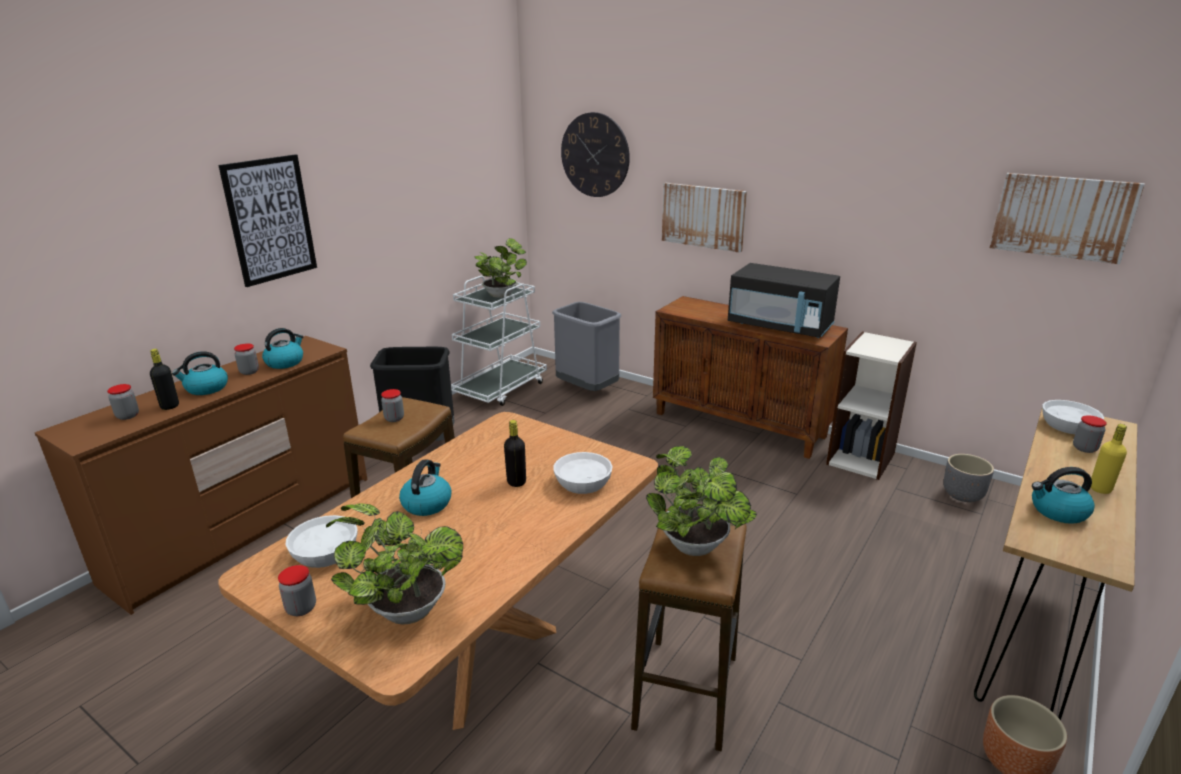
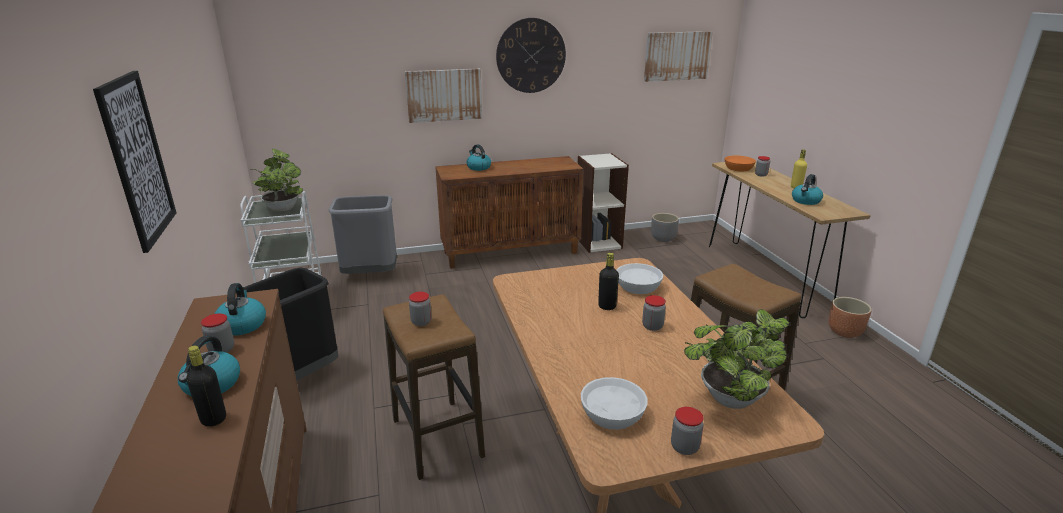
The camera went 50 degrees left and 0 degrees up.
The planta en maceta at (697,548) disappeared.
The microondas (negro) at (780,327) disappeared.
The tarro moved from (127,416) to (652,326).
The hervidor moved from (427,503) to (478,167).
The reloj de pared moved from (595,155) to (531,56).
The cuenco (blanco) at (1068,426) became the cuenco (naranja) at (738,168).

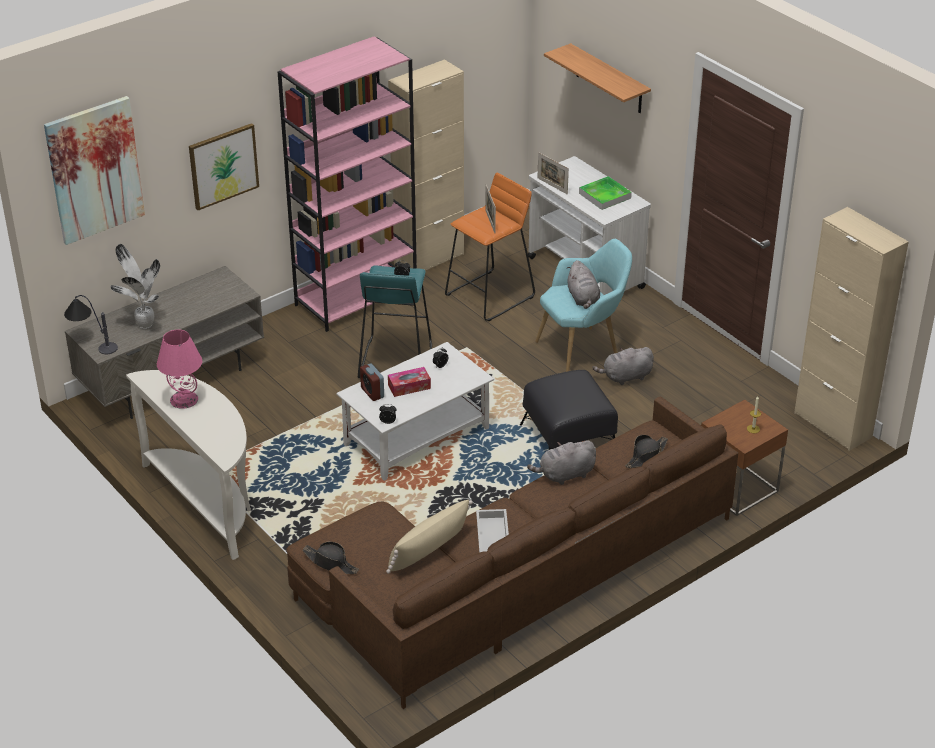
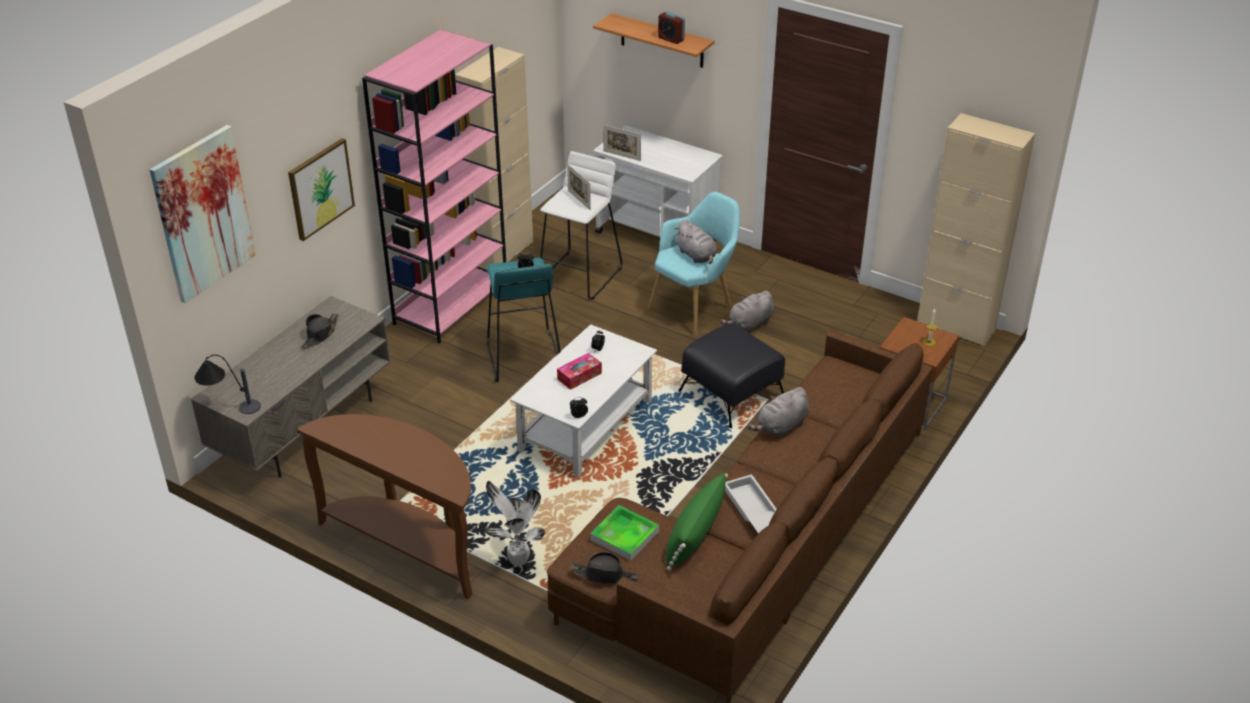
The camera went 20 degrees left and 0 degrees up.
The lámpara de mesa (rosa) at (184,399) disappeared.
The planta en maceta moved from (144,324) to (517,561).
The despertador moved from (372,392) to (671,39).
The bandeja moved from (604,196) to (624,536).
The sombrero (negro) moved from (646,456) to (320,334).
The mesa consola (blanco) at (207,502) became the mesa consola (marrón) at (408,545).
The cojín (beis) at (428,550) became the cojín (verde) at (694,536).
The taburete (naranja) at (490,296) became the taburete (blanco) at (580,275).

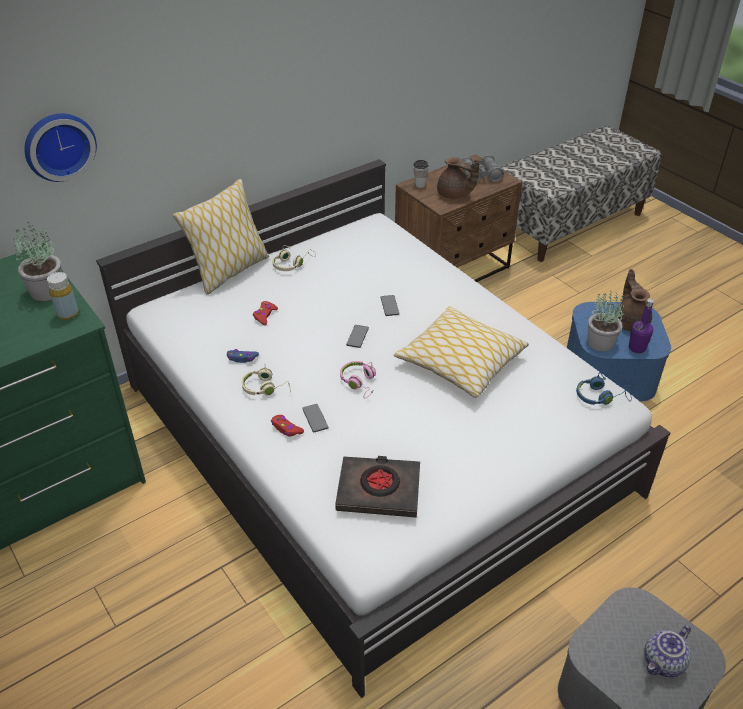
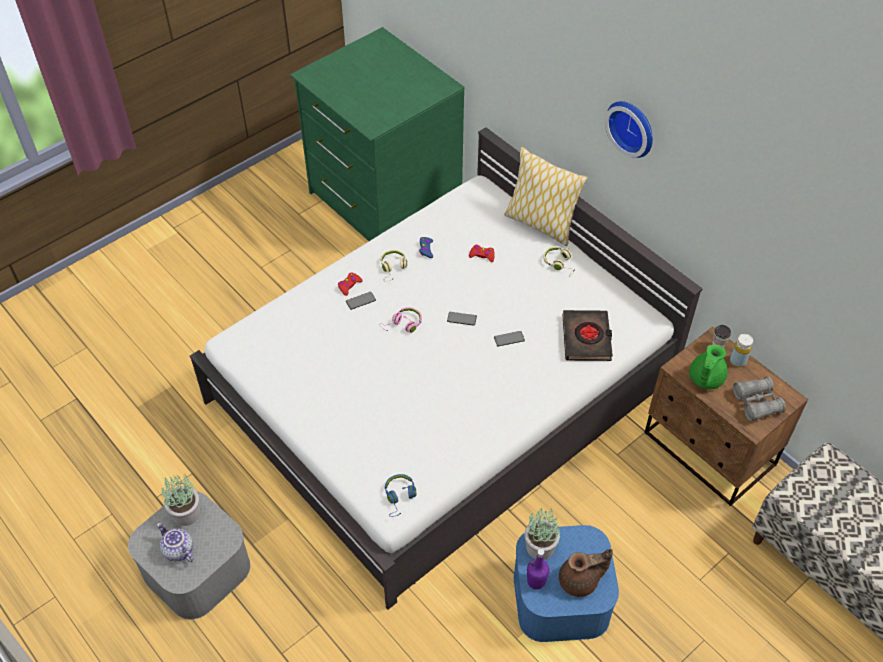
The camera went 85 degrees right and 10 degrees up.
The cojín at (460,362) disappeared.
The planta en maceta moved from (46,290) to (186,512).
The reloj de pared moved from (58,145) to (633,127).
The botella (amarillo) moved from (68,314) to (737,361).
The libro (negro) moved from (379,490) to (587,338).
The tetera (marrón) at (454,195) became the tetera (verde) at (705,379).

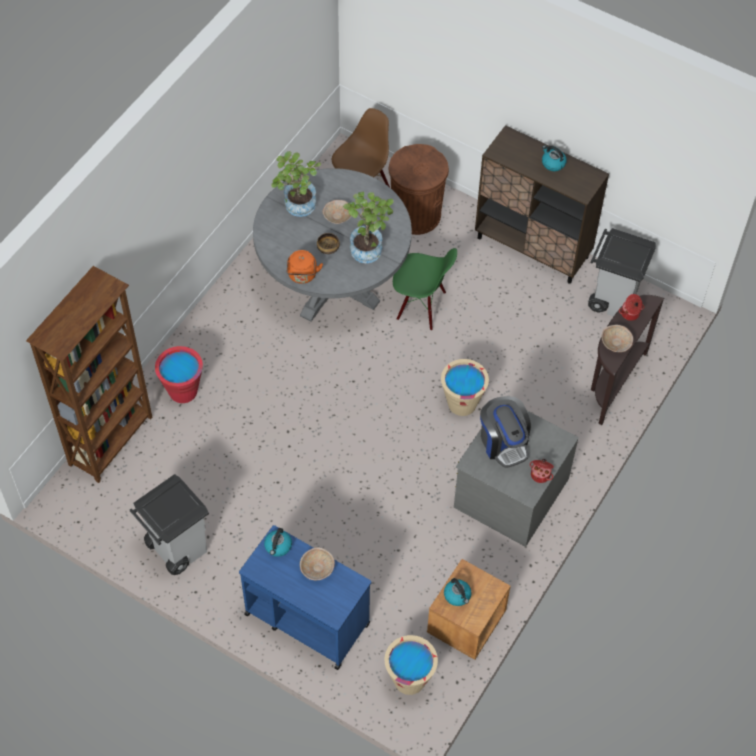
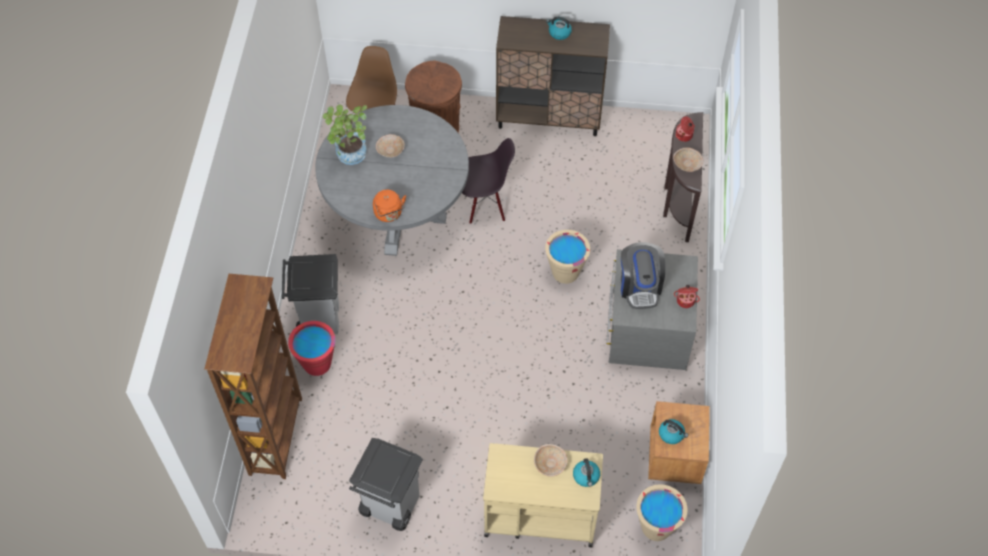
The camera went 25 degrees left and 0 degrees up.
The cuenco at (328,248) disappeared.
The planta en maceta at (369,247) disappeared.
The hervidor moved from (278,546) to (586,476).
The papelera (gris) moved from (612,298) to (318,317).
The carrito (azul) at (306,618) became the carrito (beis) at (539,515).
The silla (verde) at (421,306) became the silla (negro) at (484,204).
The cafetera at (503,442) turned 45 degrees clockwise.

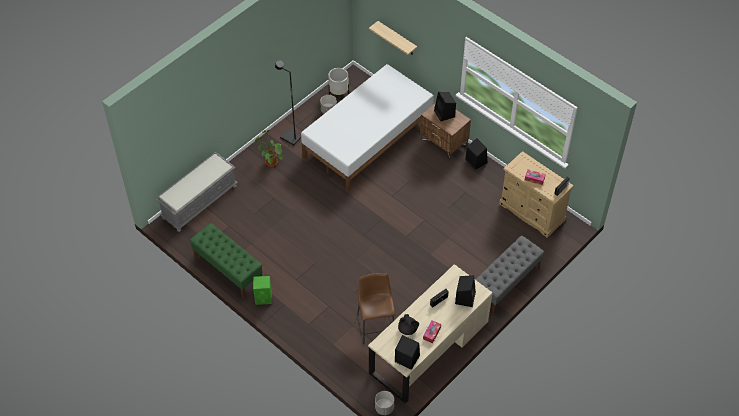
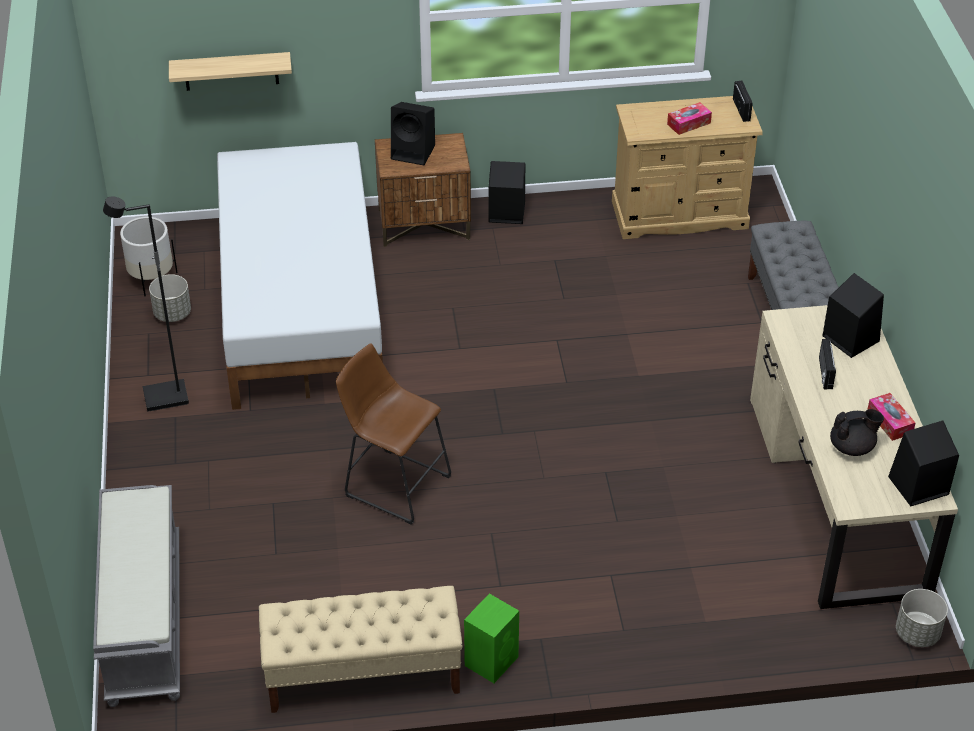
The camera went 50 degrees left and 10 degrees down.
The planta en maceta at (270,162) disappeared.
The taburete (marrón) moved from (376,325) to (393,483).
The banco (verde) at (228,269) became the banco (beis) at (362,675).

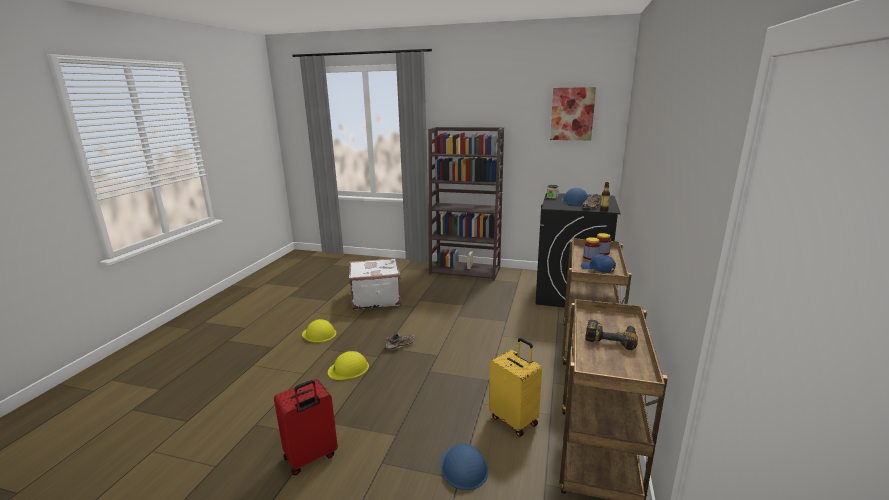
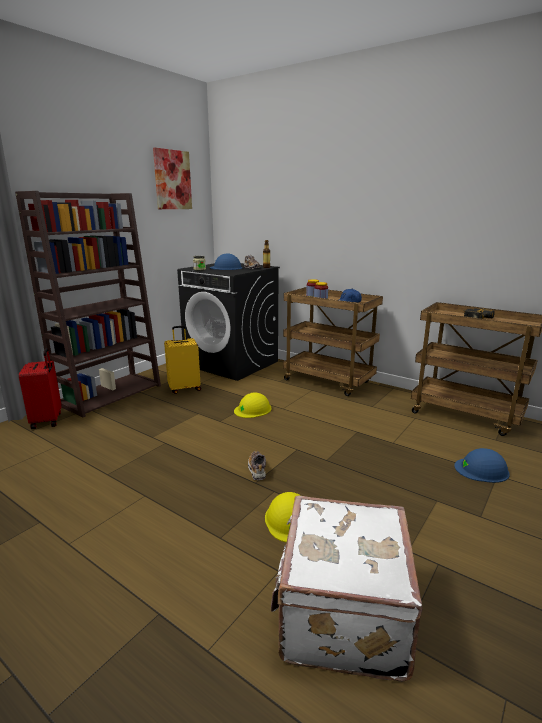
The camera went 70 degrees left and 0 degrees up.
The maleta (rojo) moved from (311,457) to (48,420).
The casco (amarillo) moved from (319,334) to (253,409).
The maleta (blanco) moved from (375,298) to (340,614).
The maleta (amarillo) moved from (514,420) to (184,388).

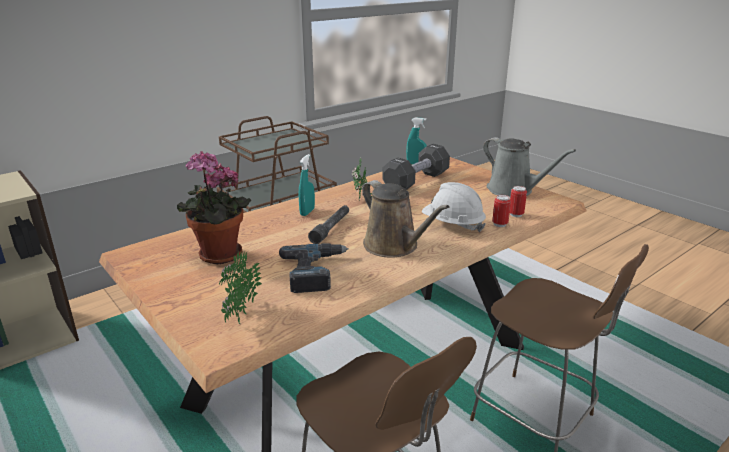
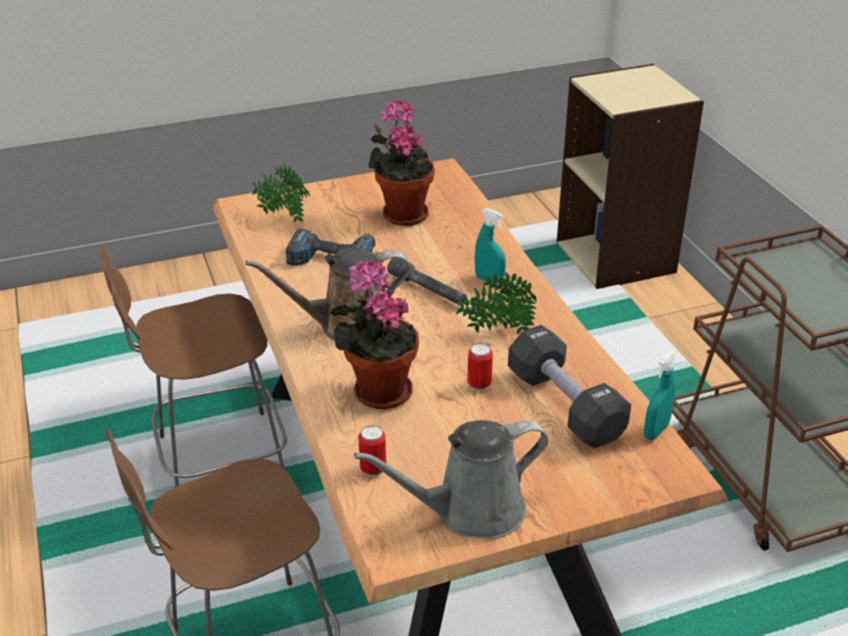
The camera went 110 degrees right and 10 degrees up.
The lata moved from (499,224) to (479,385).
The casco (blanco) at (452,225) was replaced by the planta en maceta at (377,391).

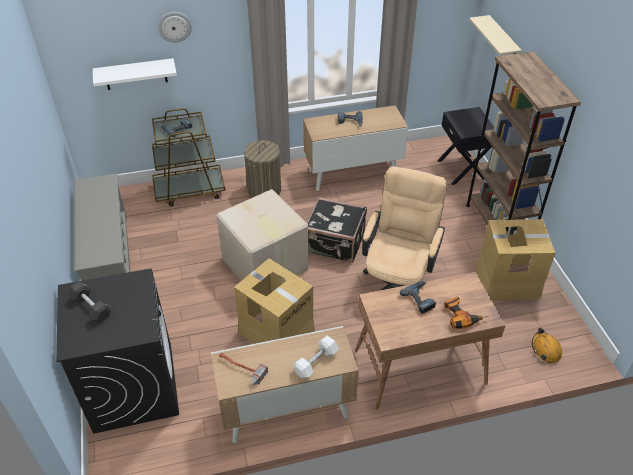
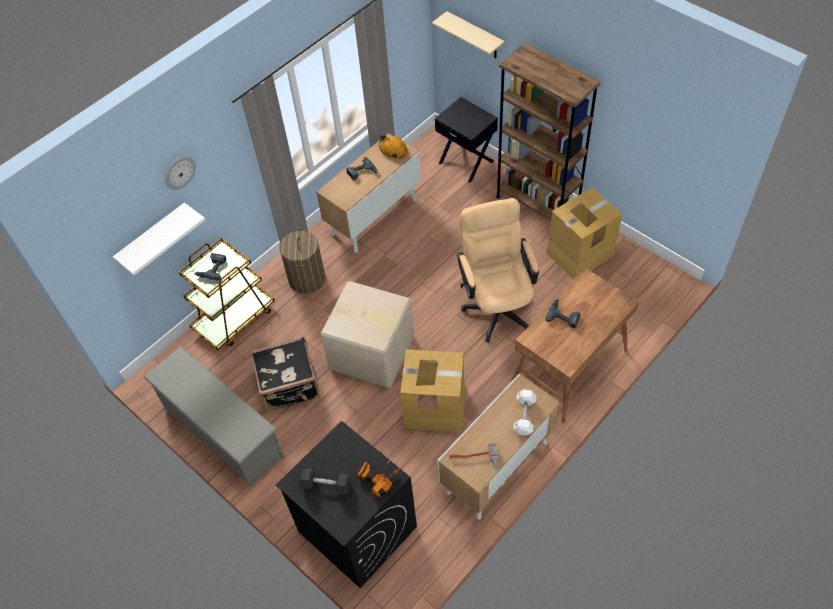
The camera went 30 degrees left and 10 degrees up.
The maleta (negro) moved from (335,244) to (289,385).
The taladro moved from (461,315) to (378,477).
The casco (naranja) moved from (545,349) to (393,149).

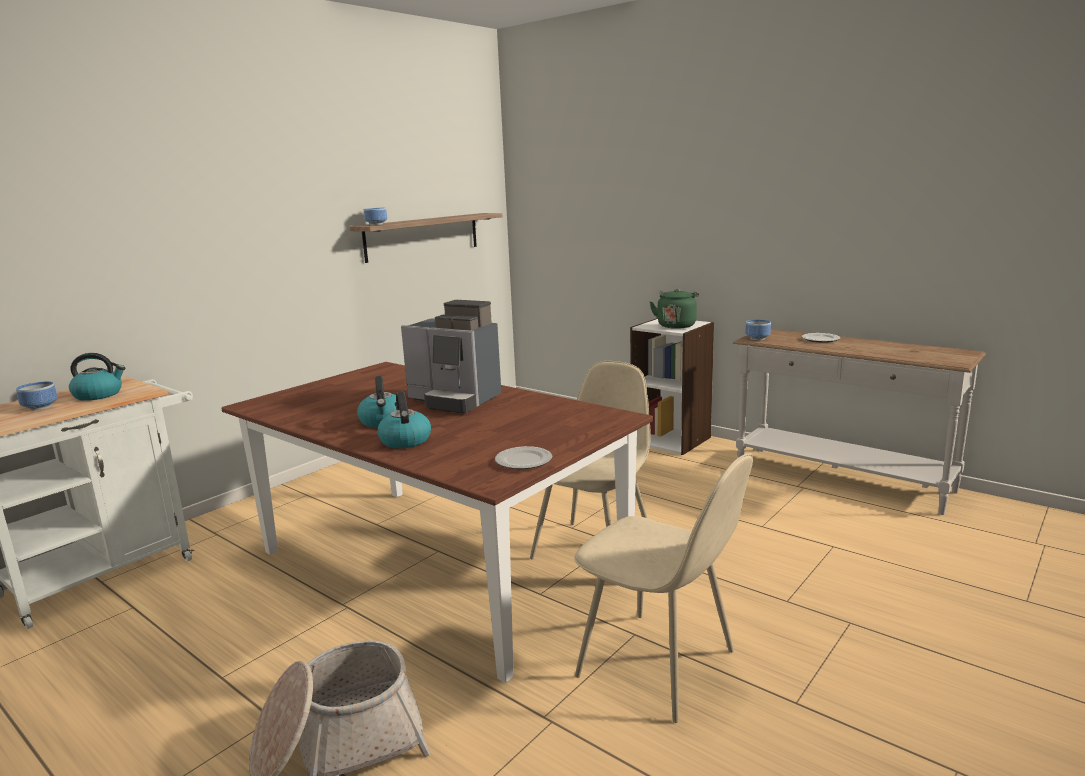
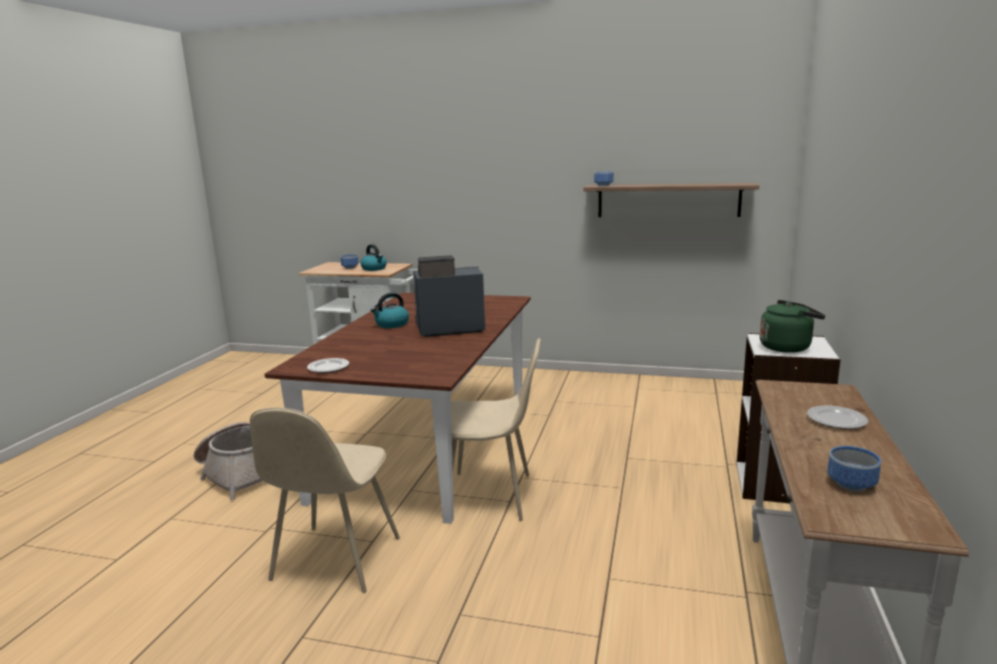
The camera went 65 degrees right and 0 degrees up.
The hervidor at (405,440) disappeared.
The cuenco moved from (757,338) to (849,485).
The cafetera at (455,400) turned 75 degrees clockwise.

